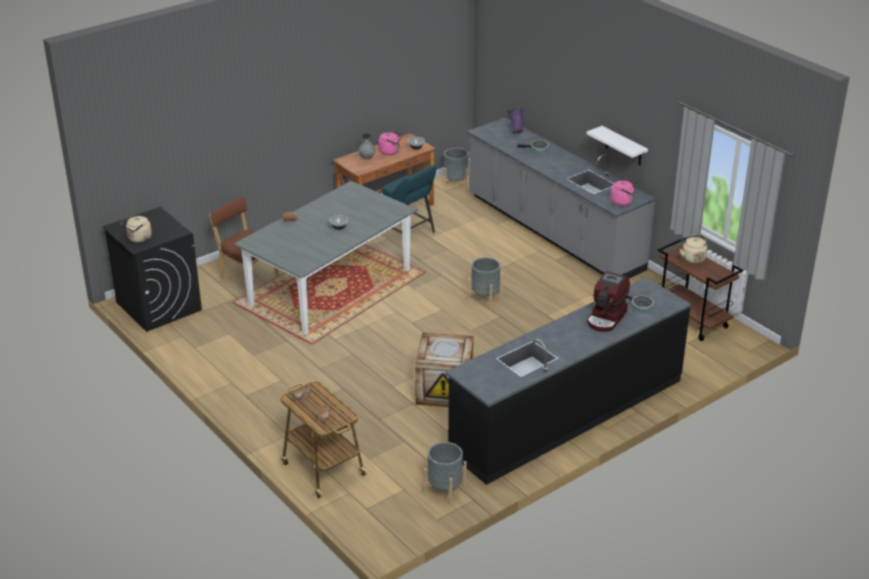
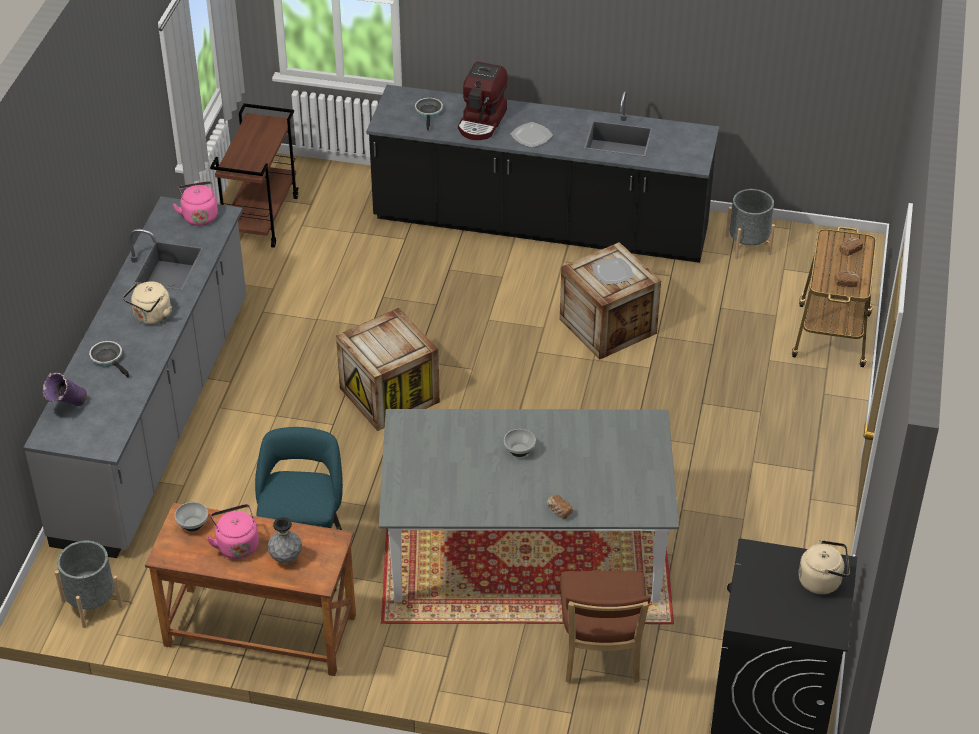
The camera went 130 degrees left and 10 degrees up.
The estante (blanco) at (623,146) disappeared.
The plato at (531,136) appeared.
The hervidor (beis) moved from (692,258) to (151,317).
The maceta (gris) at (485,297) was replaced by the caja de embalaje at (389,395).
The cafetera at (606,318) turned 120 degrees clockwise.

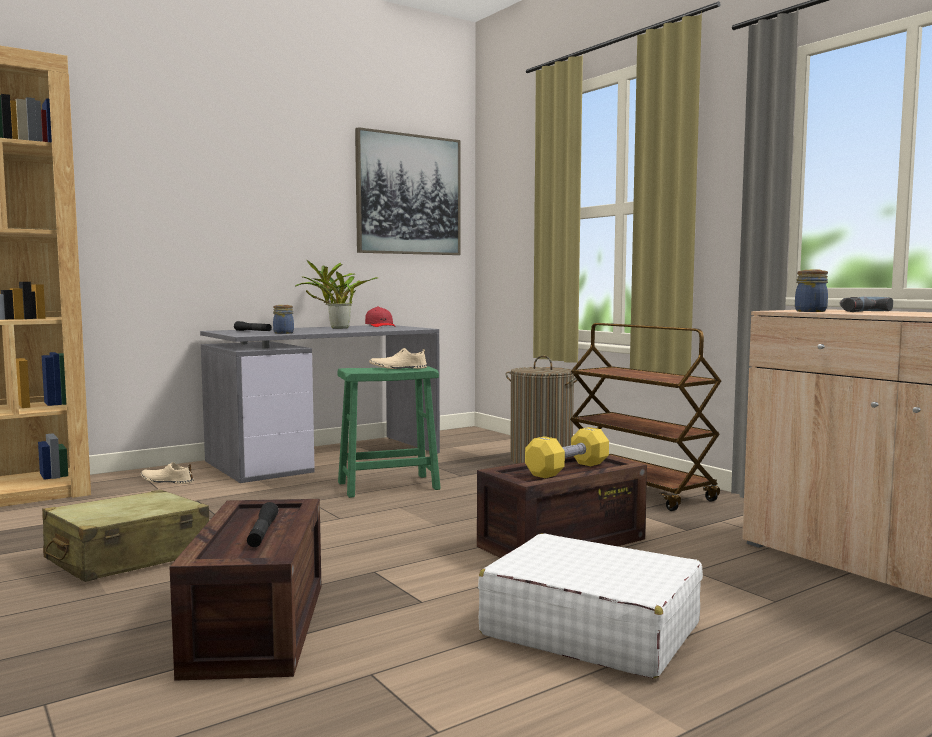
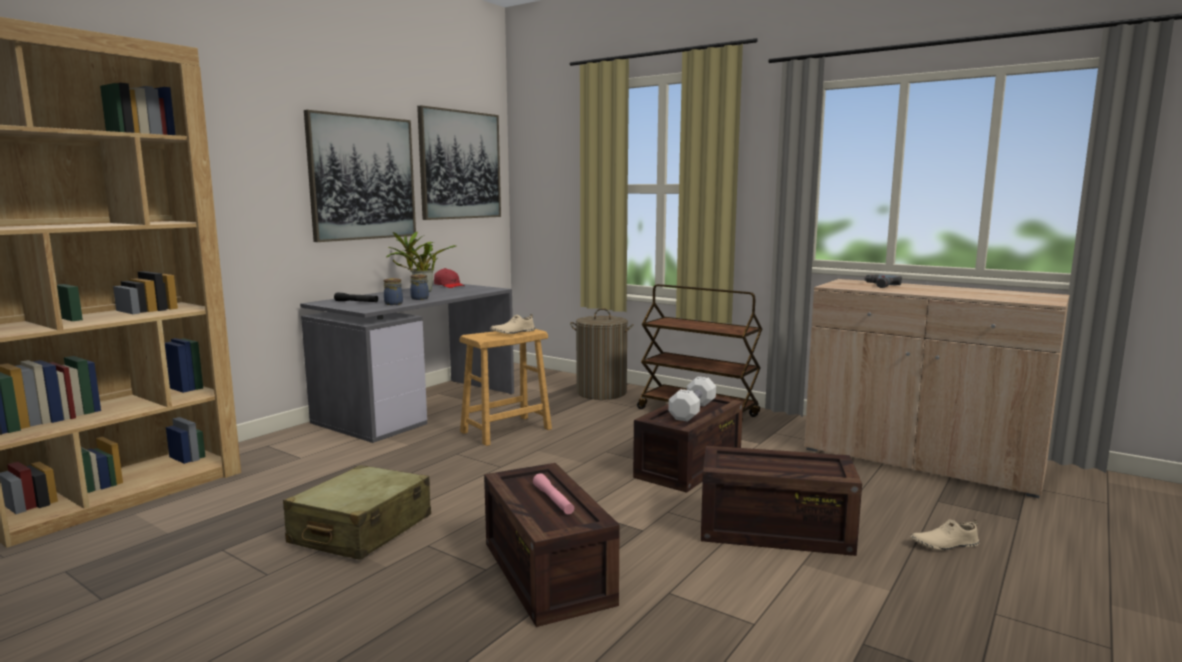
The camera went 20 degrees left and 5 degrees up.
The cuadro at (362,178) appeared.
The zapato (beis) moved from (167,481) to (944,544).
The tarro moved from (811,311) to (420,298).
The maleta (blanco) at (590,629) was replaced by the caja de embalaje at (772,531).
The linterna (negro) at (262,533) became the linterna (rosa) at (553,500).
The taburete (verde) at (388,486) became the taburete (marrón) at (506,430).
The mancuerna (amarillo) at (567,469) became the mancuerna (blanco) at (692,411).

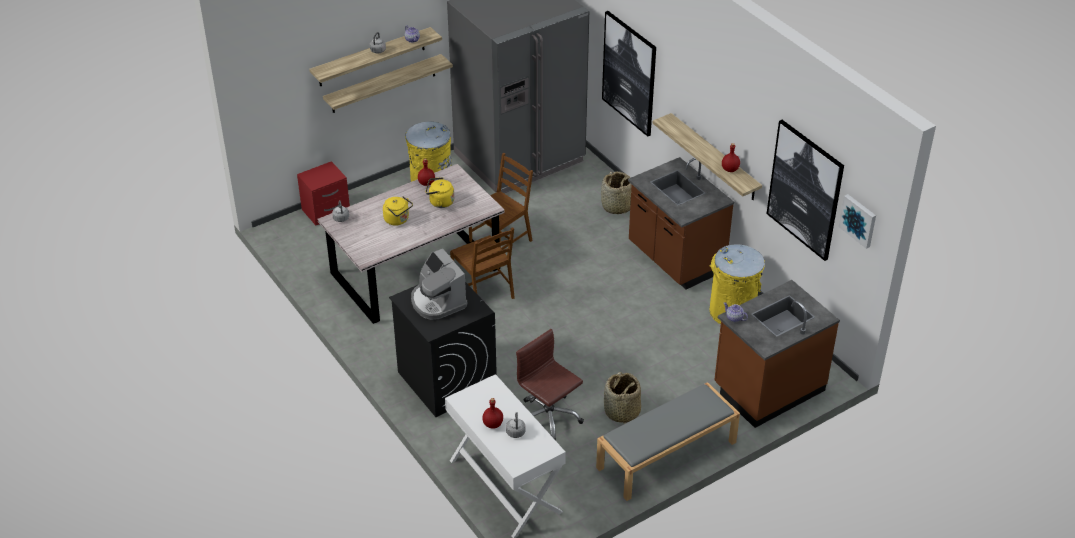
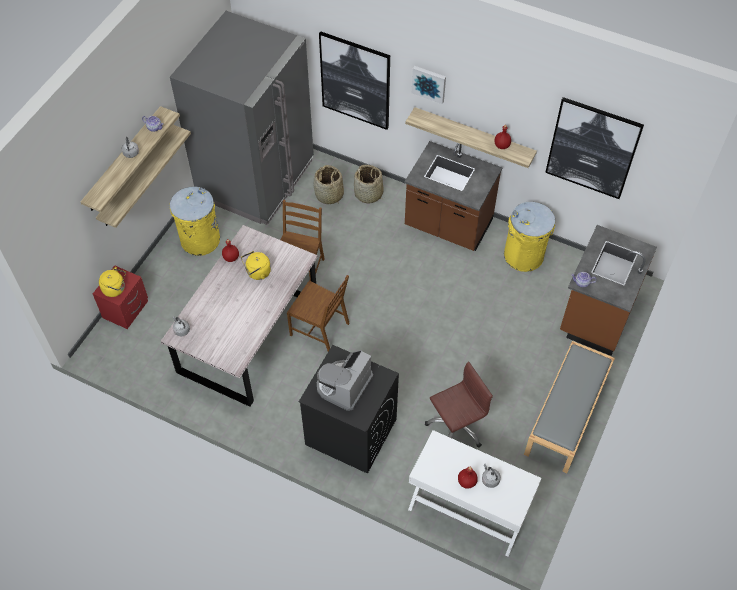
The camera went 30 degrees left and 15 degrees up.
The hervidor (amarillo) moved from (398,220) to (115,289).
The cesta moved from (621,412) to (329,195).
The cuadro moved from (858,220) to (429,83).
The cafetera at (437,301) turned 90 degrees clockwise.
The silla de oficina (marrón) at (548,418) turned 135 degrees clockwise.

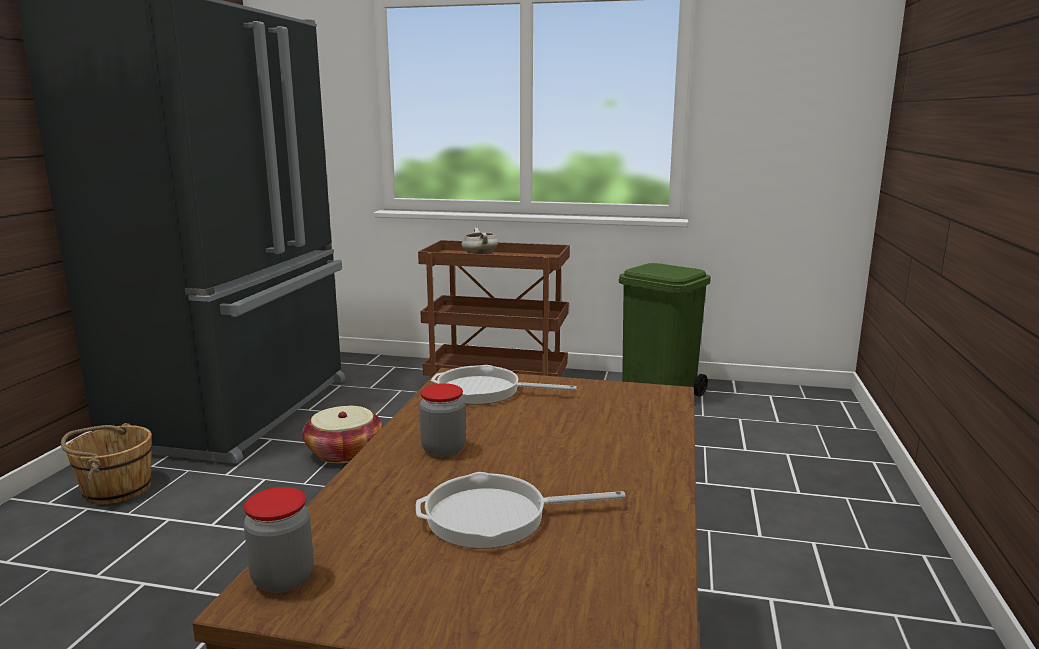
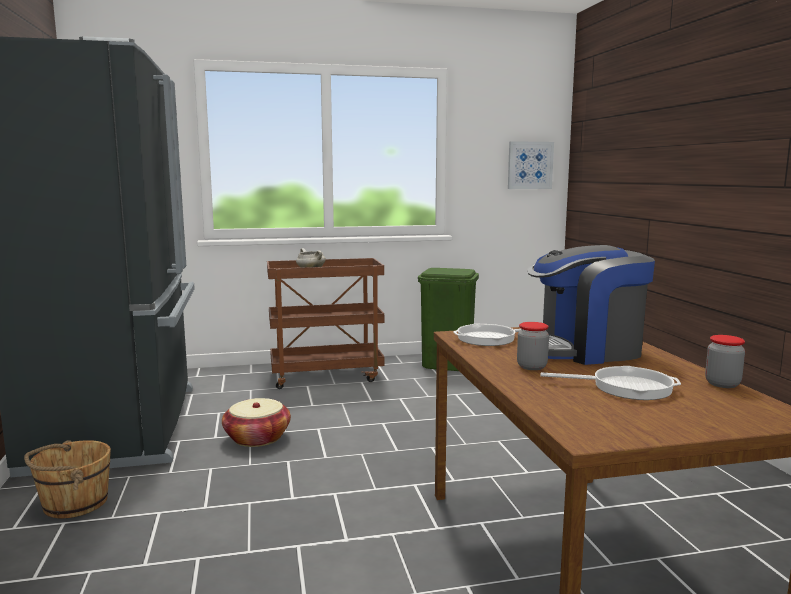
The camera went 25 degrees left and 5 degrees down.
The cuadro at (530,165) appeared.
The cafetera at (584,350) appeared.
The tarro moved from (283,579) to (722,384).
The sartén at (495,517) turned 135 degrees counterclockwise.

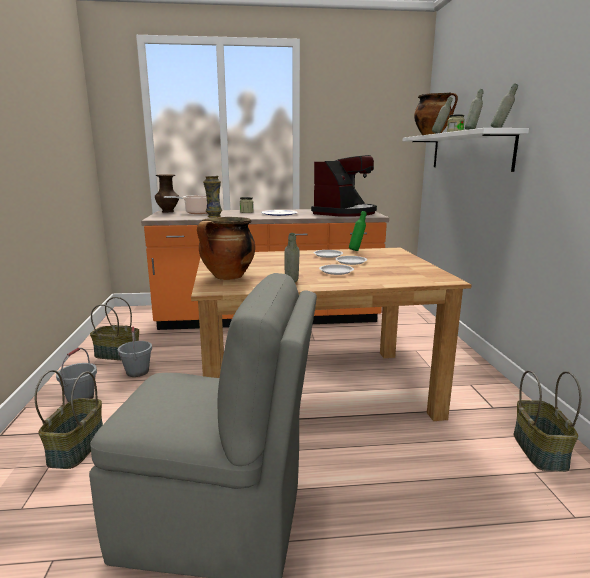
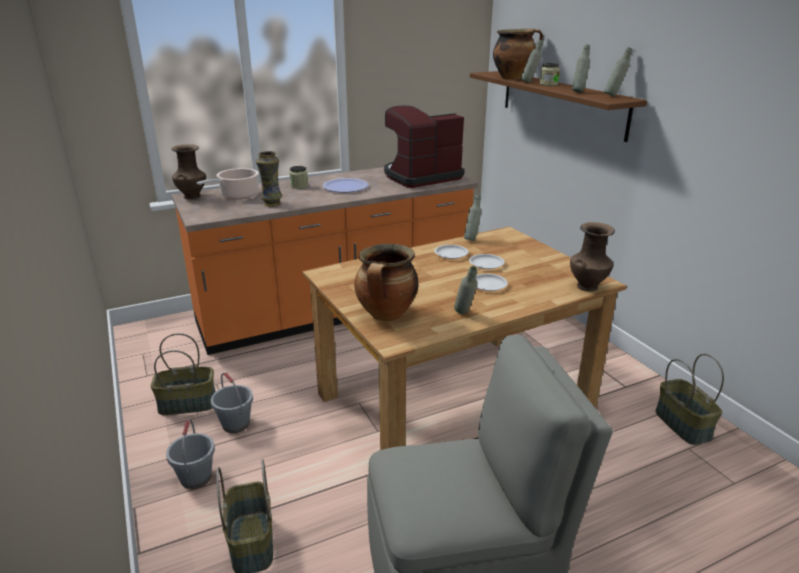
The camera went 20 degrees left and 10 degrees up.
The florero (marrón) at (587,286) appeared.
The botella (verde) at (357,250) became the botella (gris) at (472,239).
The estante (blanco) at (469,151) became the estante (marrón) at (561,103).
The cafetera at (345,213) turned 135 degrees counterclockwise.

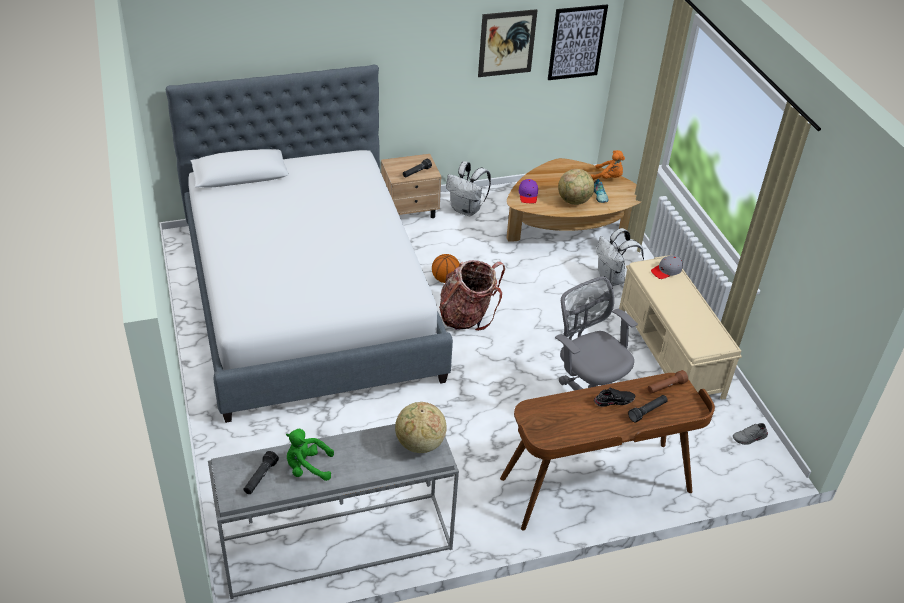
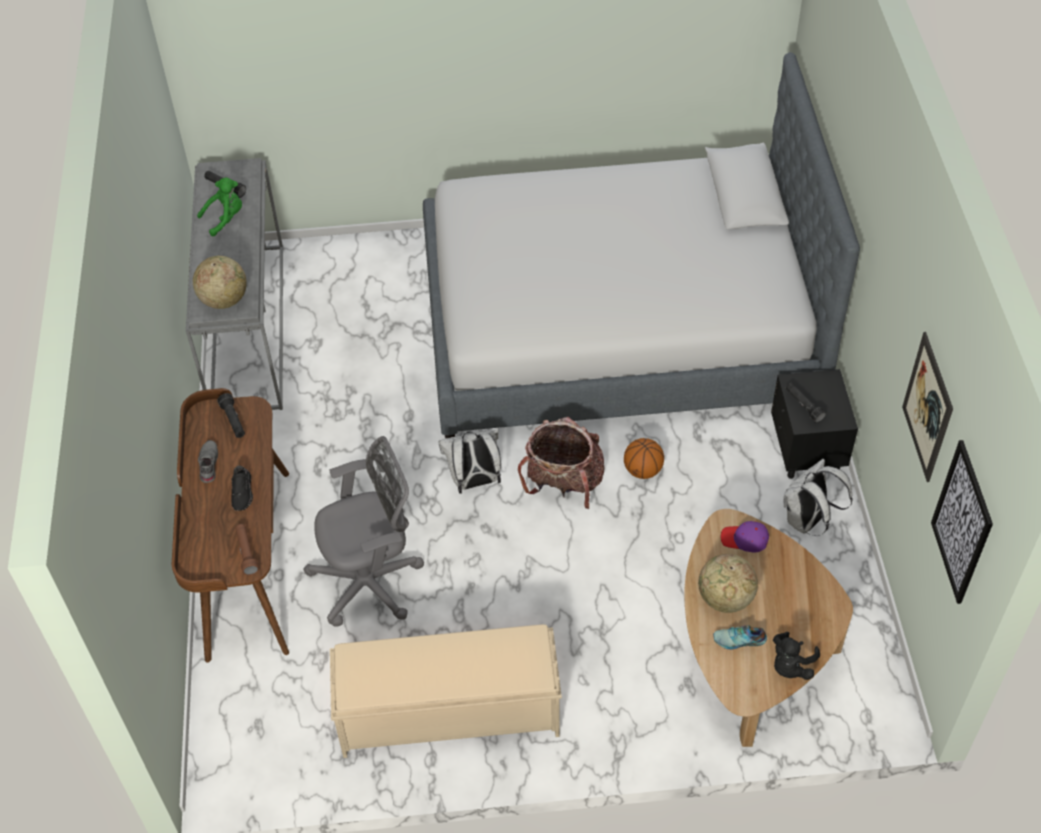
The camera went 105 degrees right and 10 degrees up.
The gorra (gris) at (666,271) disappeared.
The mochila (blanco) moved from (612,279) to (474,482).
The linterna (negro) moved from (647,411) to (233,421).
The zapato (gris) moved from (749,438) to (208,464).
The mesita de noche (beis) at (410,210) became the mesita de noche (negro) at (806,451).
The peluche (naranja) at (608,178) became the peluche (negro) at (790,666).
The peluche (verde) at (307,467) turned 45 degrees clockwise.

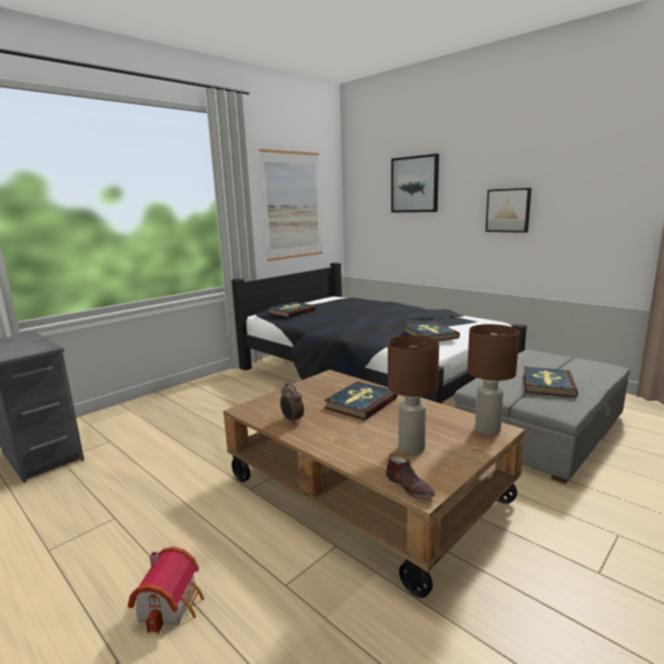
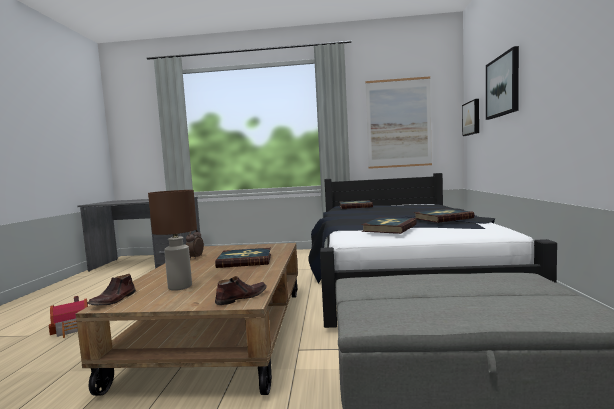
The camera went 50 degrees right and 10 degrees down.
The cuadro moved from (508,210) to (472,118).
The libro moved from (547,384) to (442,218).
The lámpara de mesa (marrón) at (487,430) was replaced by the zapato (marrón) at (241,298).

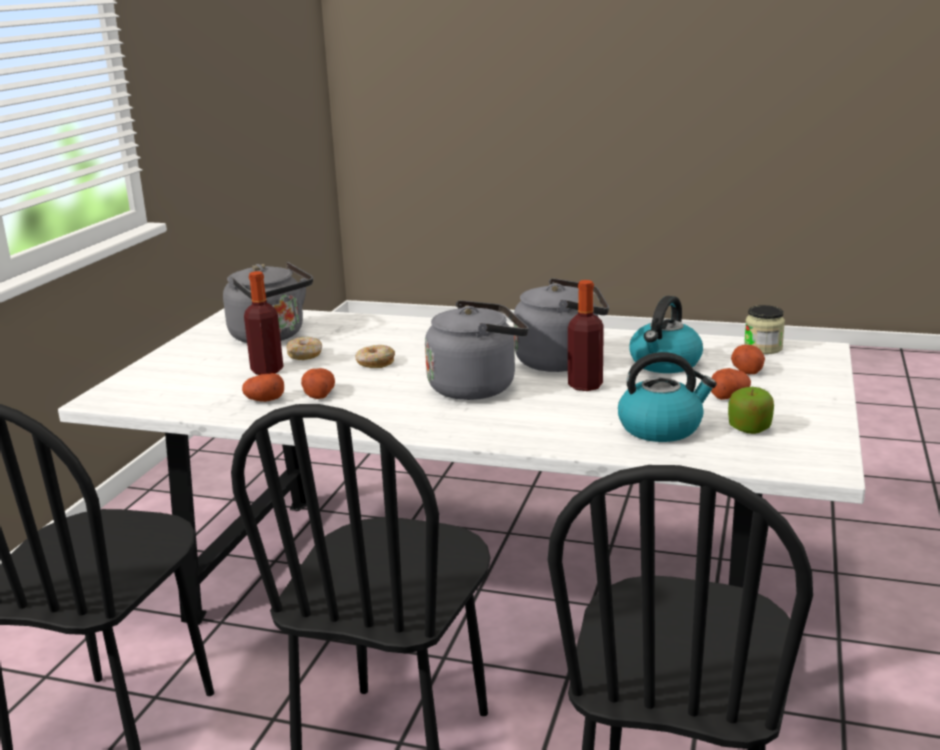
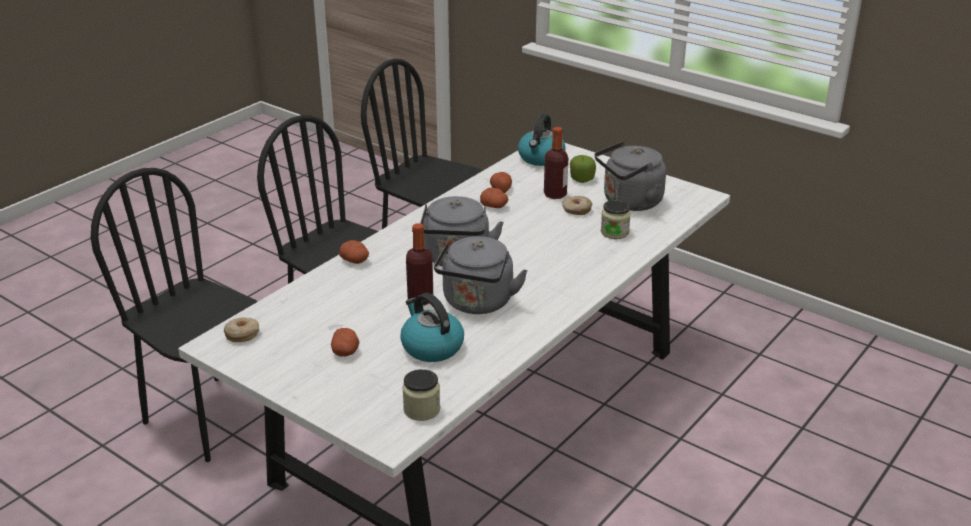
The camera went 110 degrees right and 10 degrees up.
The tarro at (614,232) appeared.
The rosquilla moved from (375,363) to (242,334).
The hervidor moved from (661,428) to (541,158).
The manzana moved from (749,428) to (582,179).
The patata moved from (747,370) to (355,260).

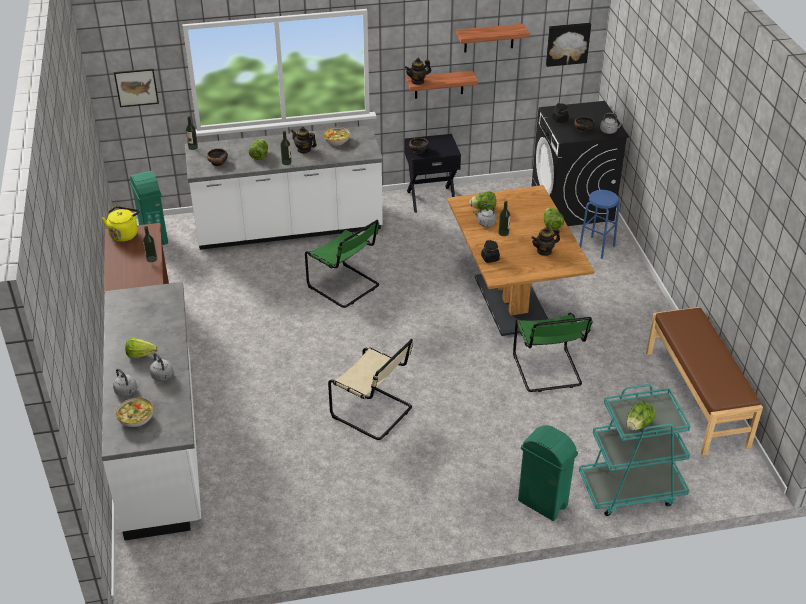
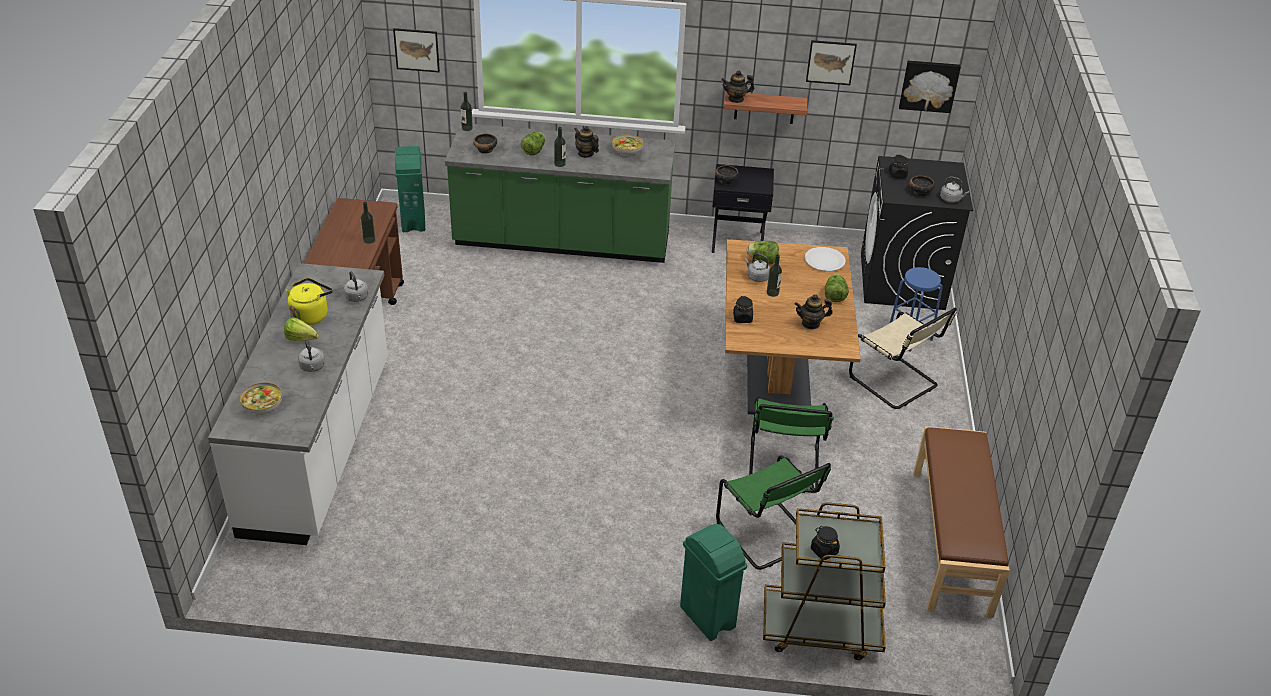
The camera went 15 degrees right and 0 degrees up.
The plato (blanco) at (824,260) appeared.
The hervidor (amarillo) moved from (124,234) to (311,315).
The hervidor (gris) moved from (126,391) to (357,298).
The silla (verde) moved from (345,287) to (768,536).
The silla (beis) moved from (374,413) to (895,383).
The estante at (489,38) was replaced by the cuadro at (831,62).
The lechuga at (638,425) was replaced by the tarro (negro) at (824,551).
The mueble bajo de cocina (blanco) at (289,228) became the mueble bajo de cocina (verde) at (562,242).
The carrito (turquesa) at (630,489) became the carrito (marrón) at (820,628).

